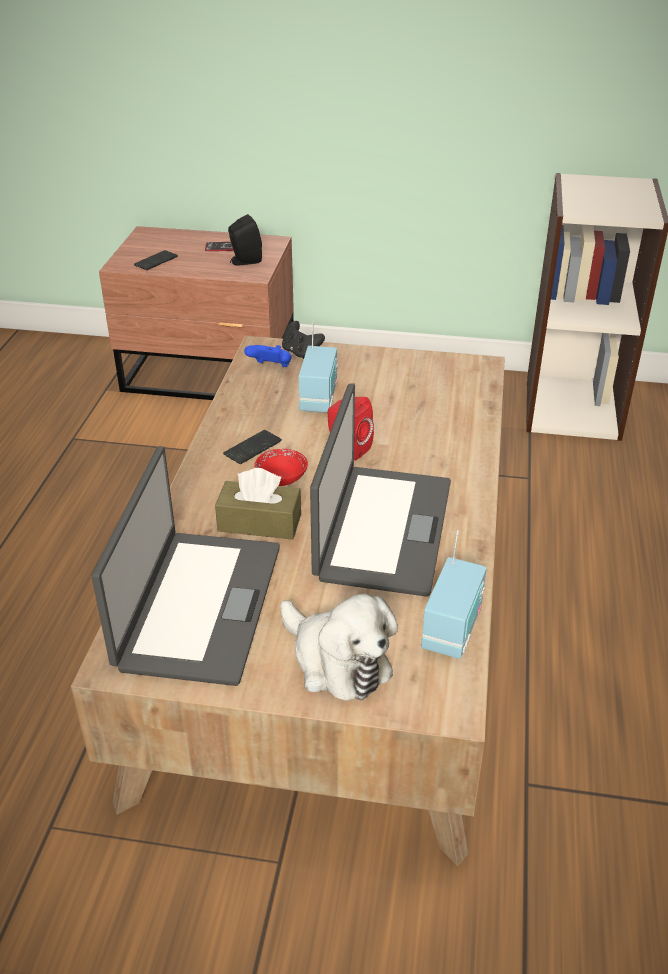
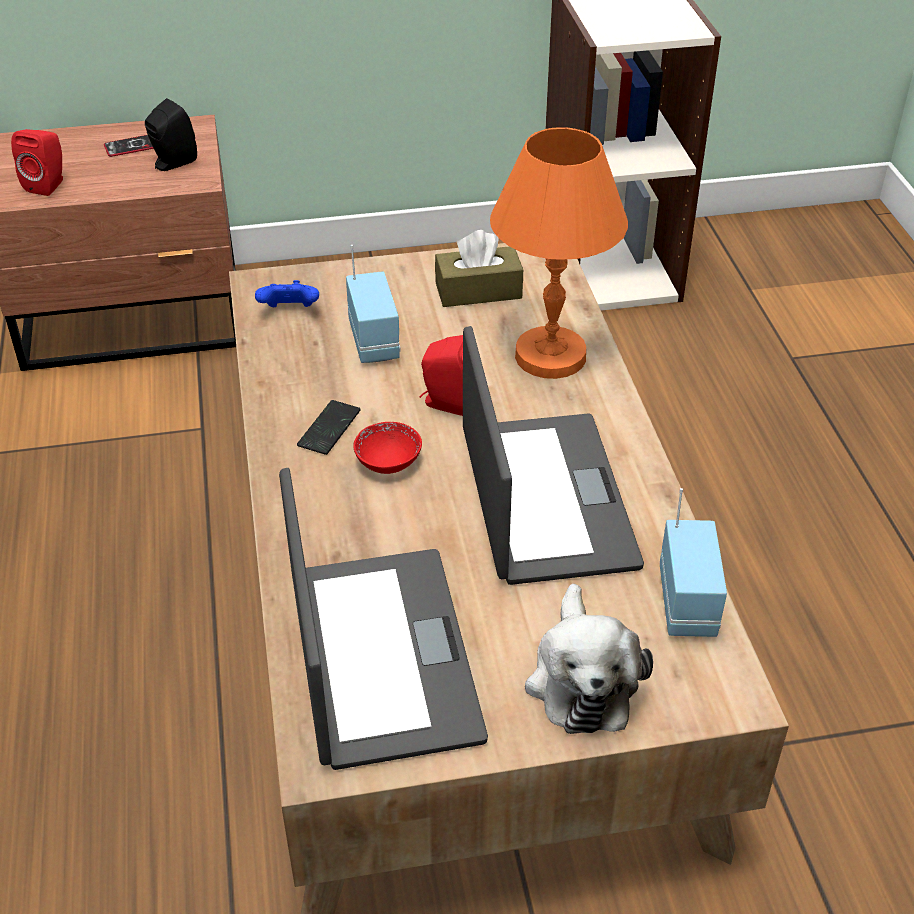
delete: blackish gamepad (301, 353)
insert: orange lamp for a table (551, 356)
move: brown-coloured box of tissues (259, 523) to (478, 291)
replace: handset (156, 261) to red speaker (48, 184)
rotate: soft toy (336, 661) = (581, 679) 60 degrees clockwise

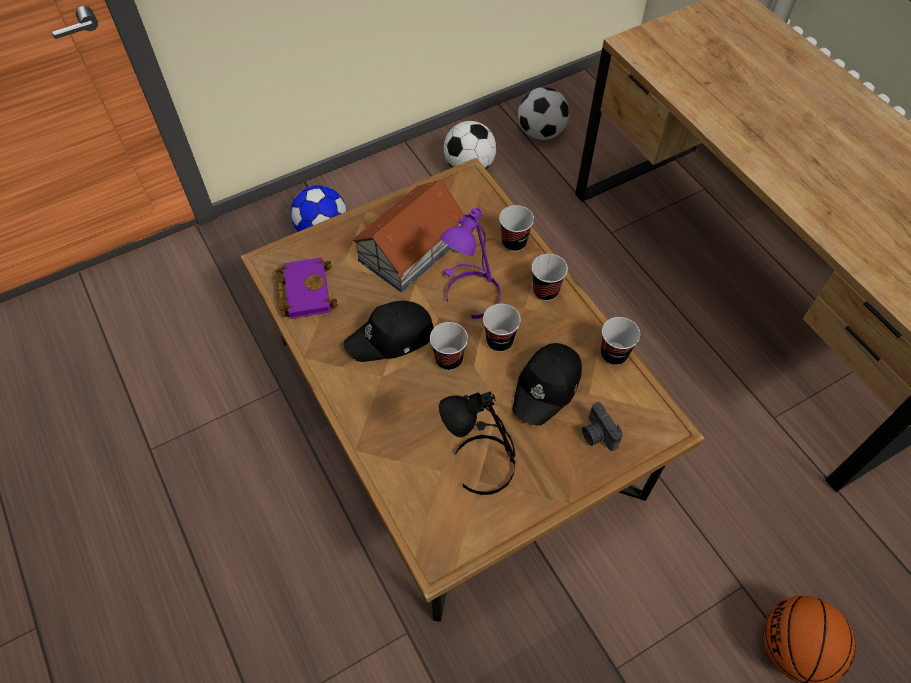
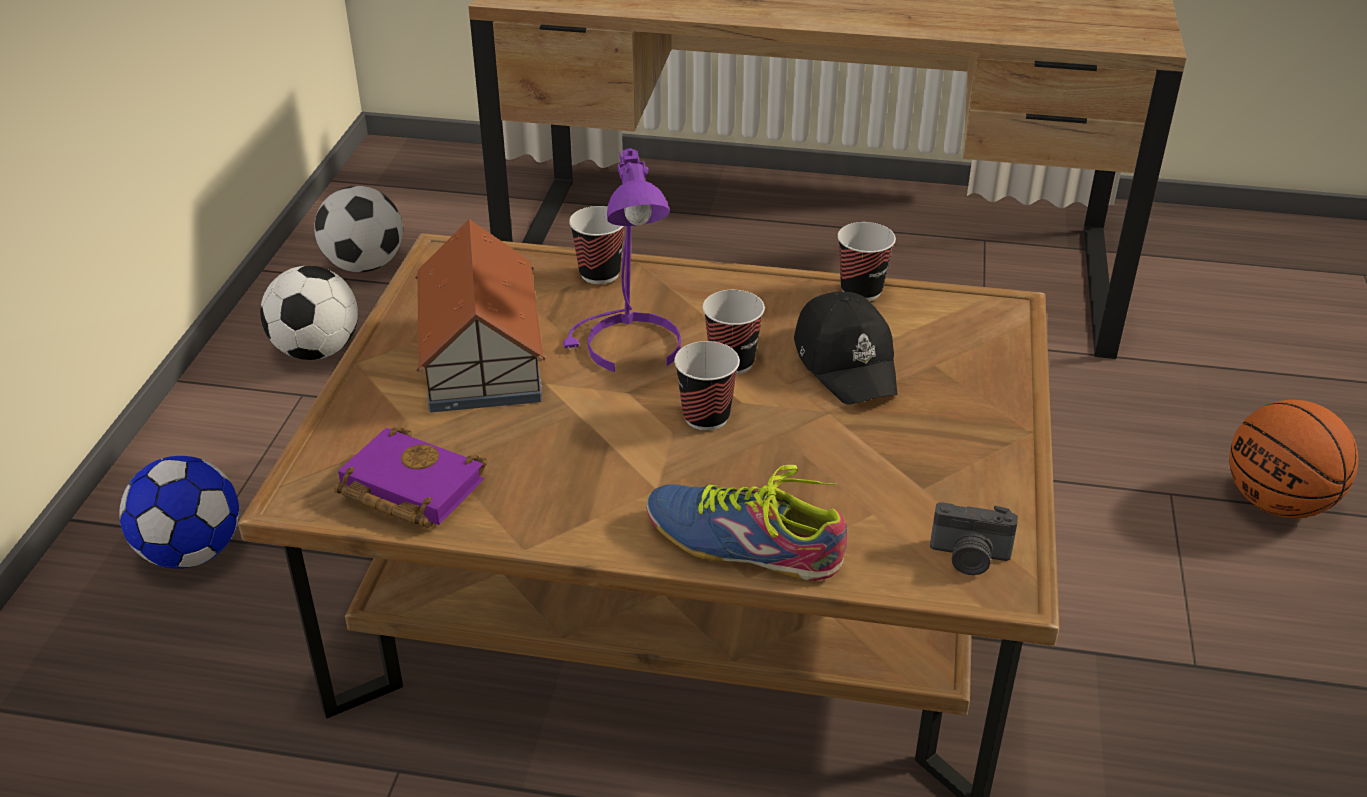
delete: blackish peaked cap (392, 337); blackish lamp for a table (482, 461); drinking cup (545, 291)
insert: shoe (744, 544)
move: photo camera (597, 434) to (969, 557)

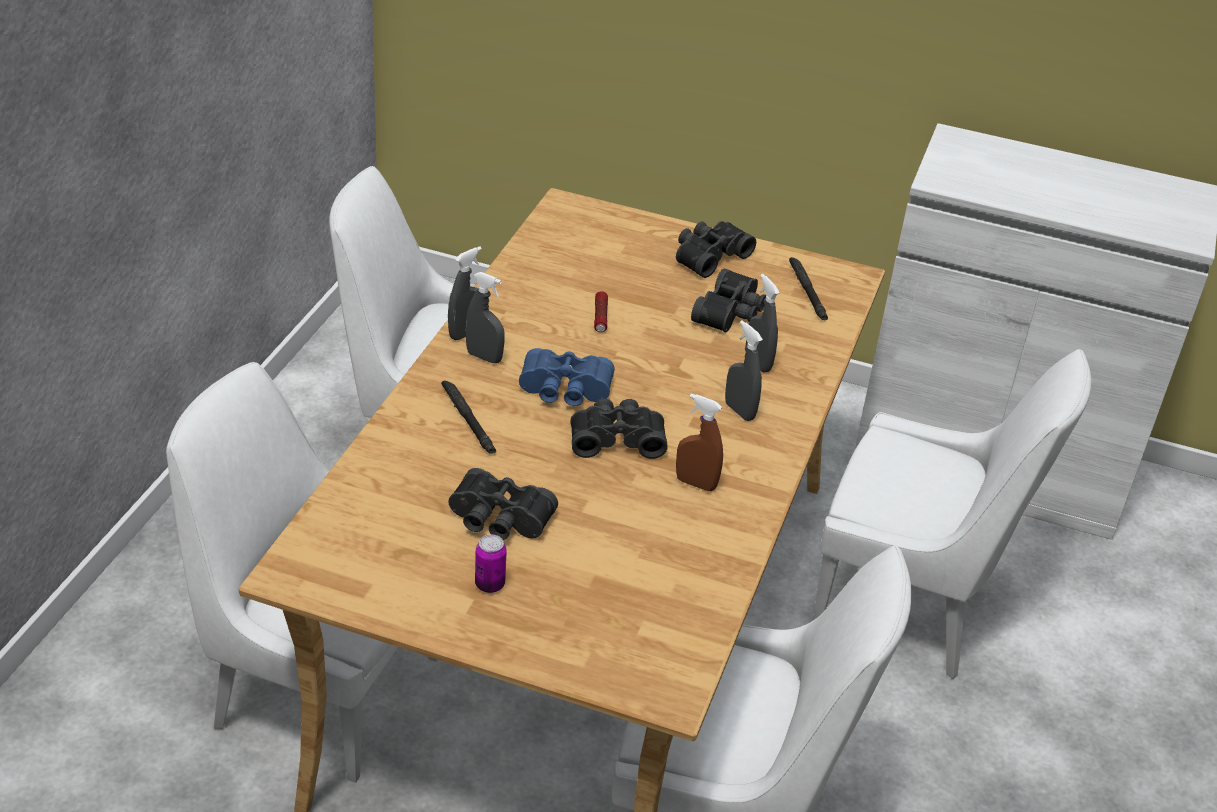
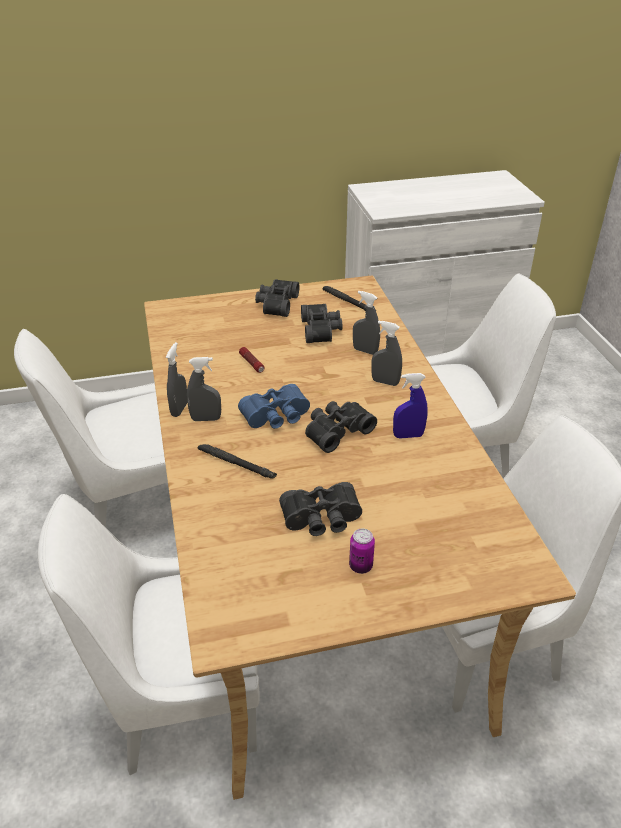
recolor: brown-coloured hand sprayer (696, 483) to bluish hand sprayer (408, 435)

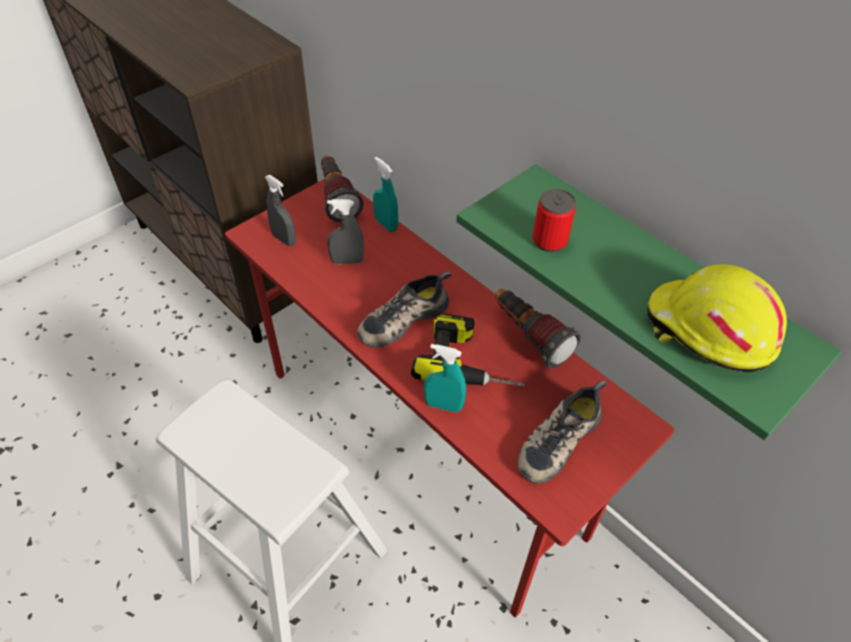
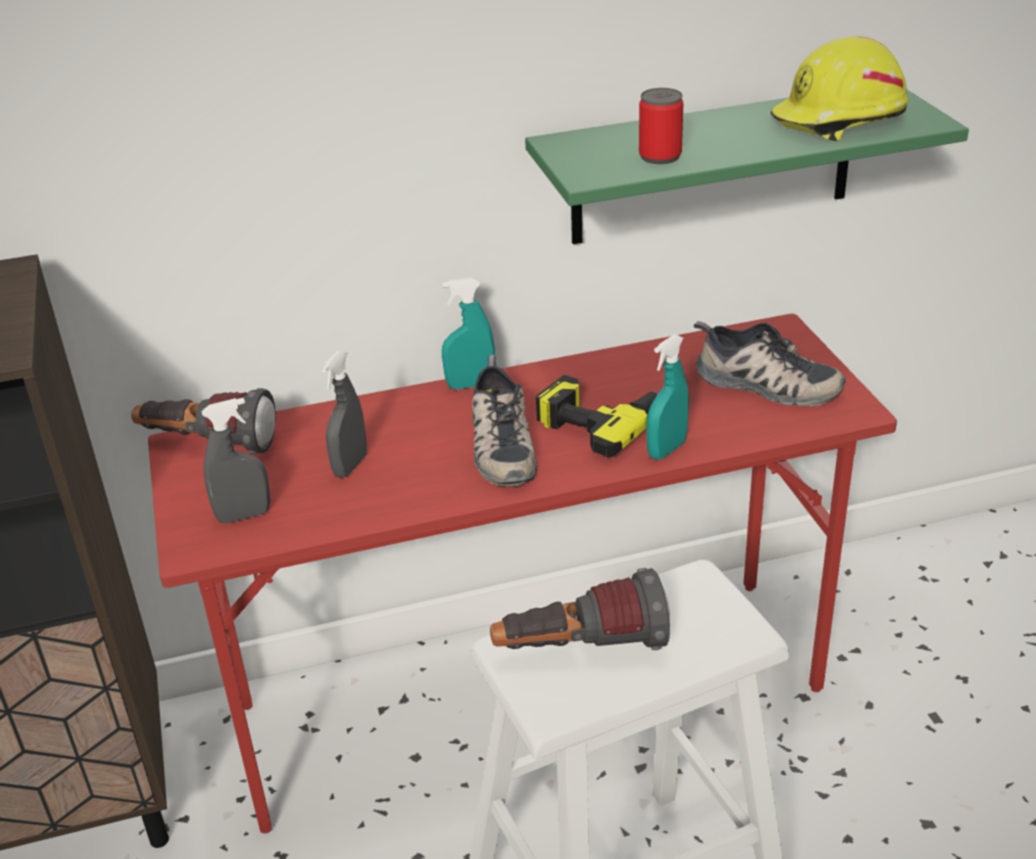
move: blue-green hand sprayer (386, 224) to (470, 385); torch (528, 336) to (580, 650)
rotate: shoe (557, 439) = (764, 385) 45 degrees counterclockwise

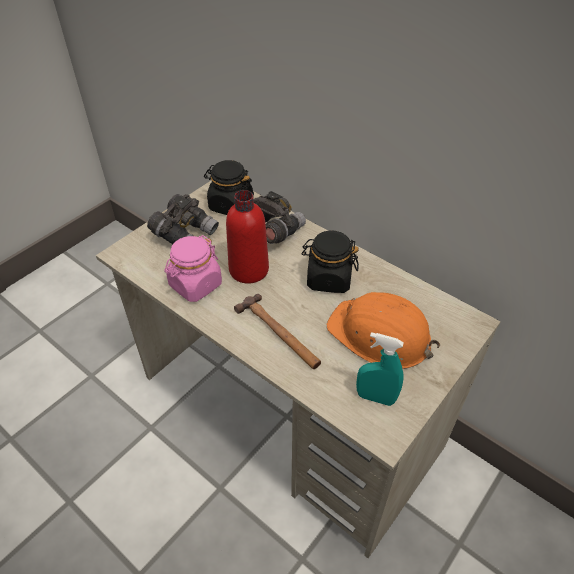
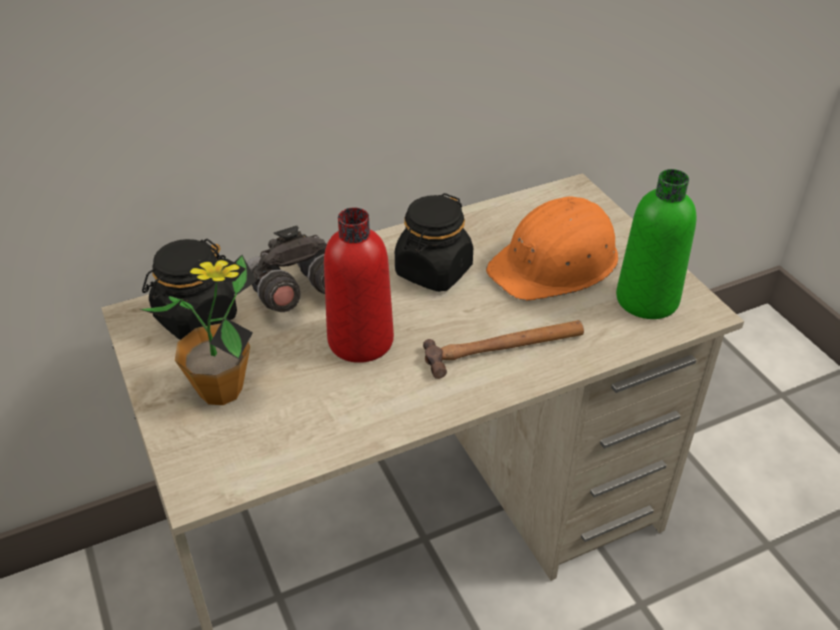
delete: pink-coloured storage jar (195, 285)
replace: gray binoculars (185, 234) to plant in a pot (221, 390); blue-green hand sprayer (375, 397) to green drink bottle (647, 299)

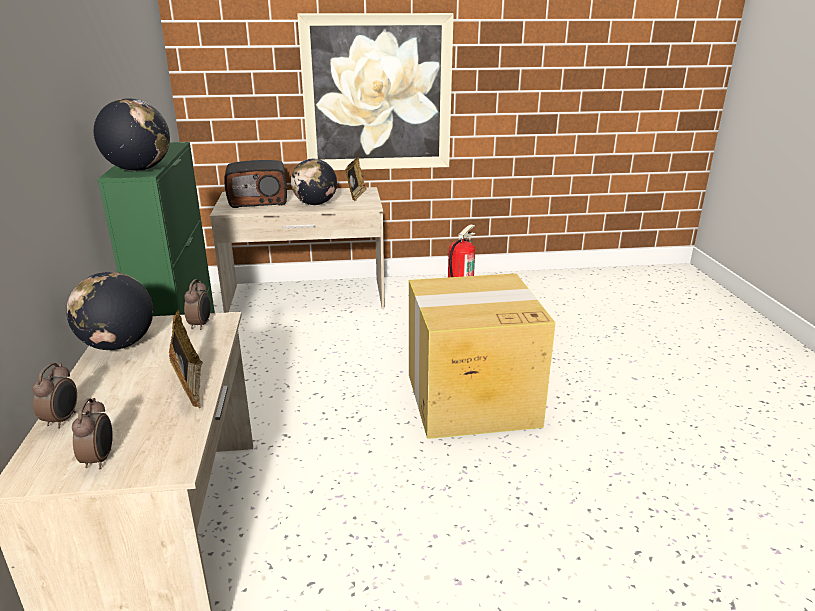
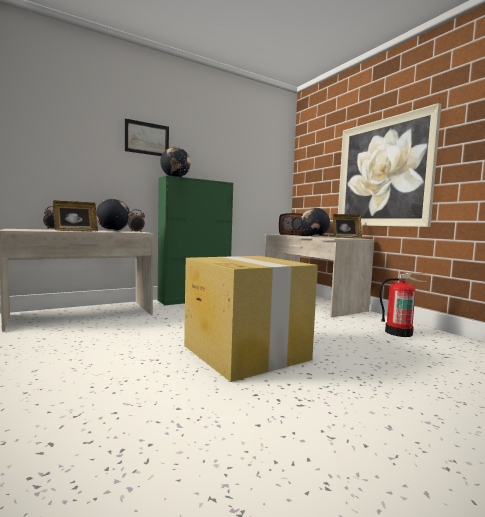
delete: bedside clock (100, 459)
insert: wall art (147, 138)

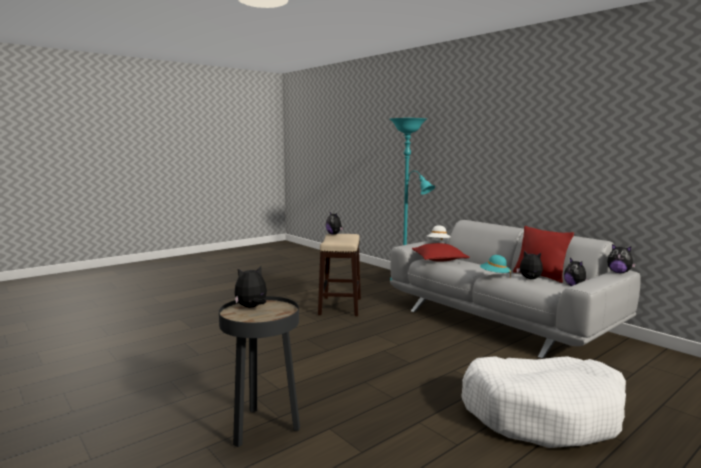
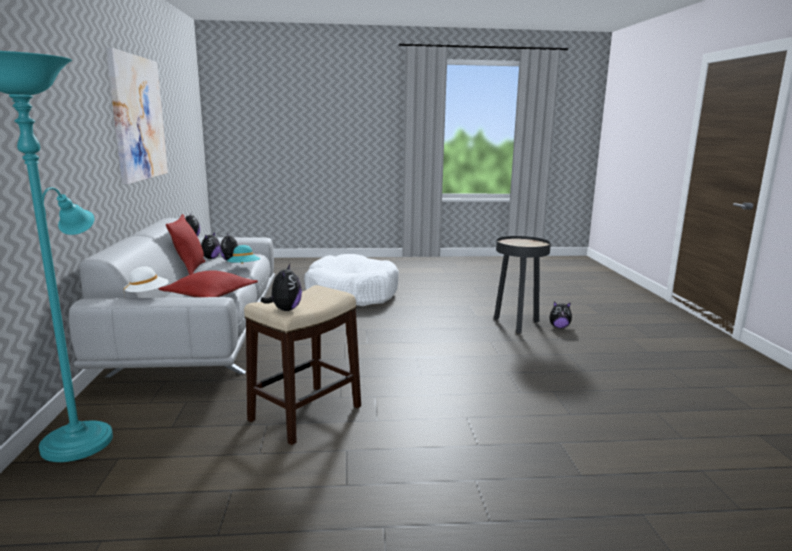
insert: wall art (138, 118)
move: soft toy (251, 307) to (559, 327)

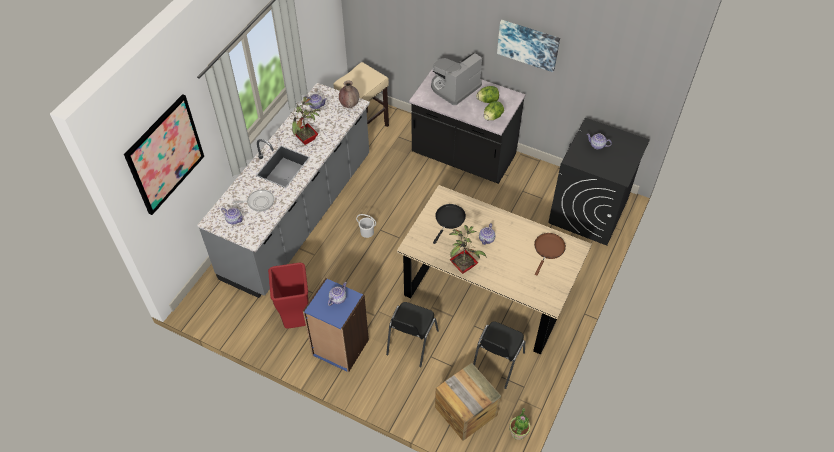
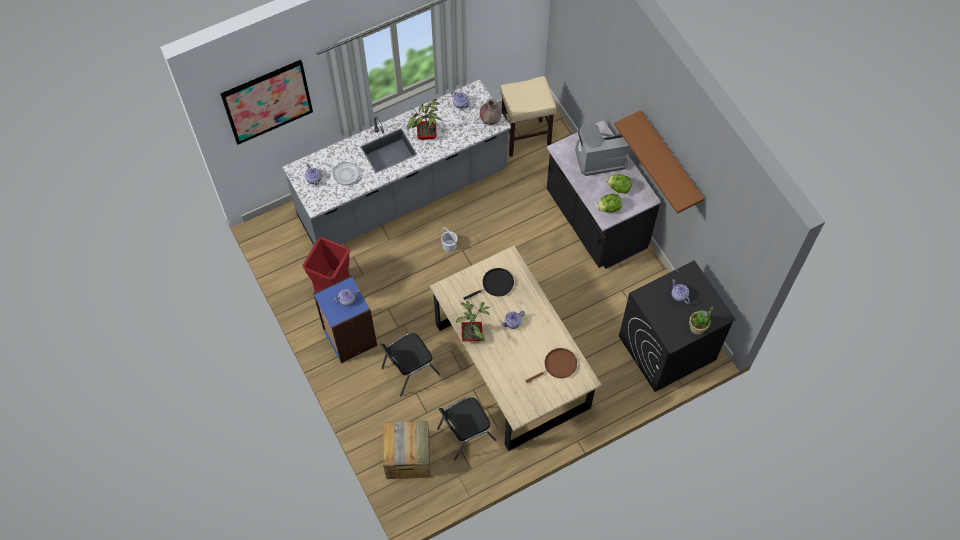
move: plant in a pot (518, 432) to (697, 327)
replace: wall art (528, 44) to brown-coloured shelf (670, 160)

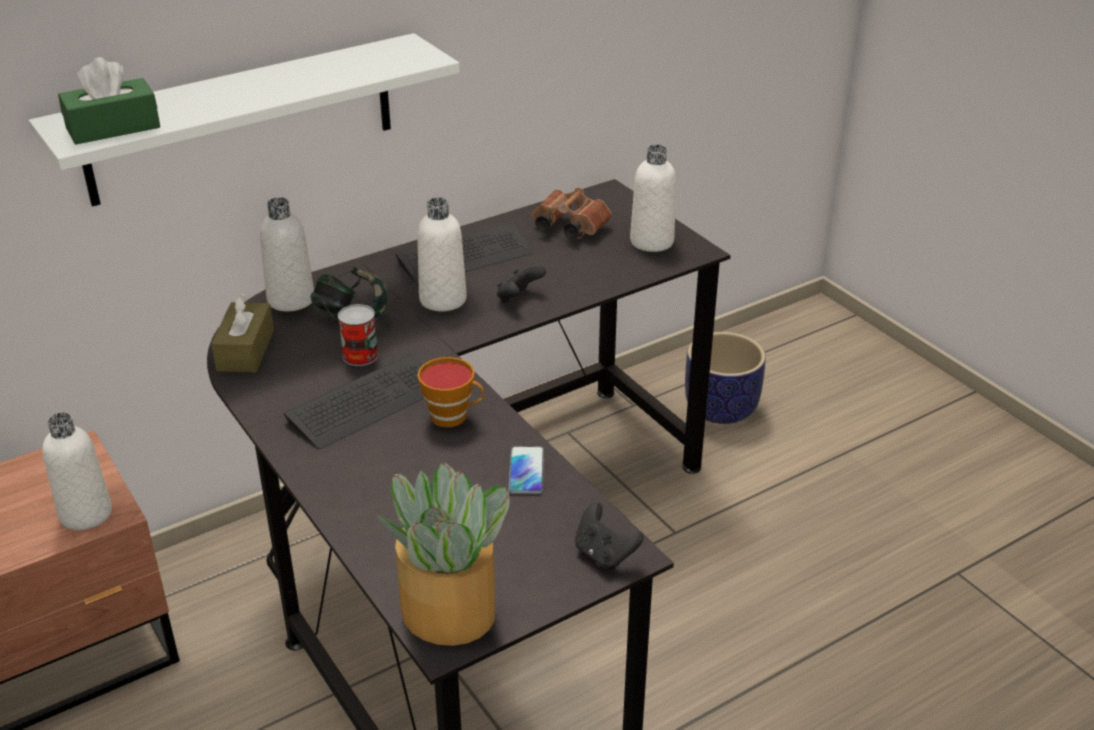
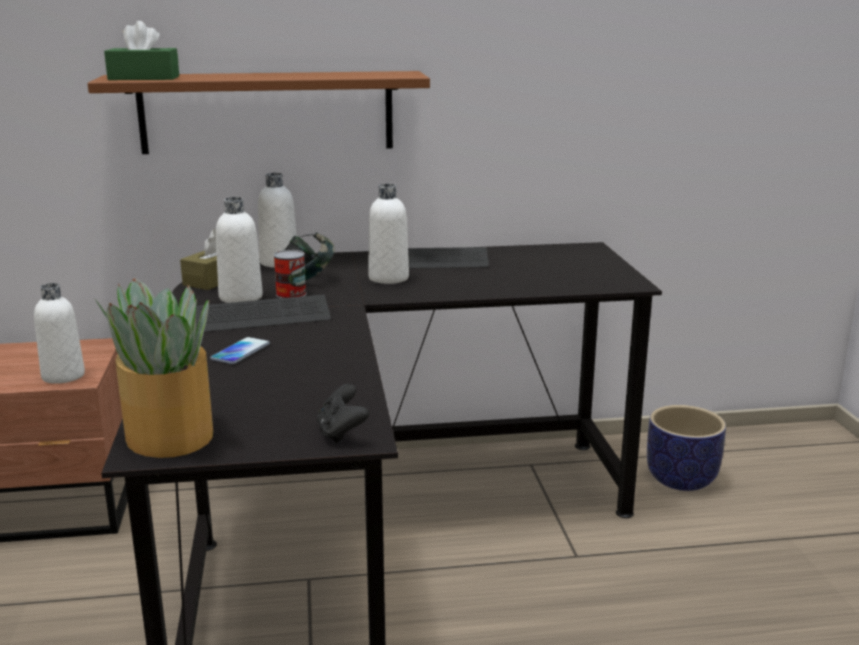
delete: drinking cup (453, 416); blackish gamepad (519, 298); brown-coloured binoculars (567, 227)
move: handset (526, 471) to (240, 352); white drink bottle (651, 241) to (241, 297)
recolor: white shelf (241, 119) to brown-coloured shelf (267, 112)

